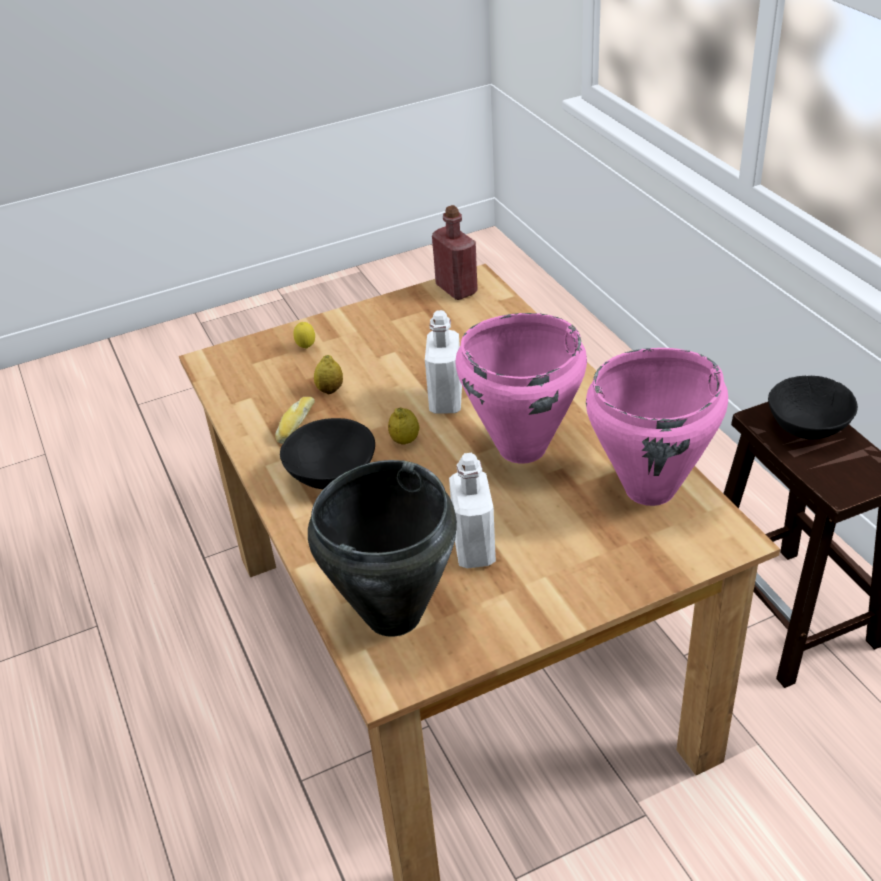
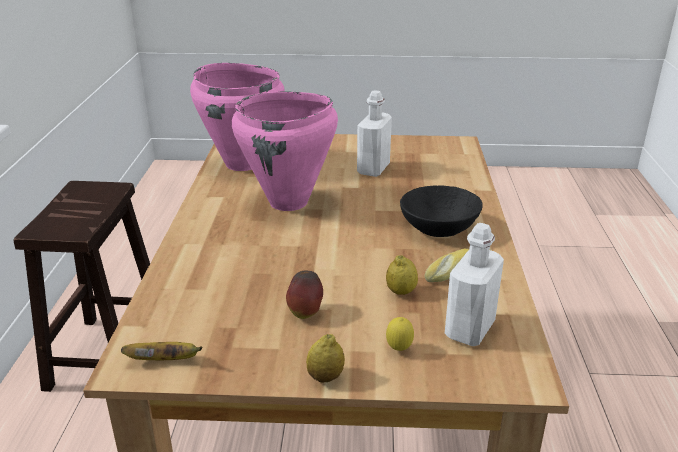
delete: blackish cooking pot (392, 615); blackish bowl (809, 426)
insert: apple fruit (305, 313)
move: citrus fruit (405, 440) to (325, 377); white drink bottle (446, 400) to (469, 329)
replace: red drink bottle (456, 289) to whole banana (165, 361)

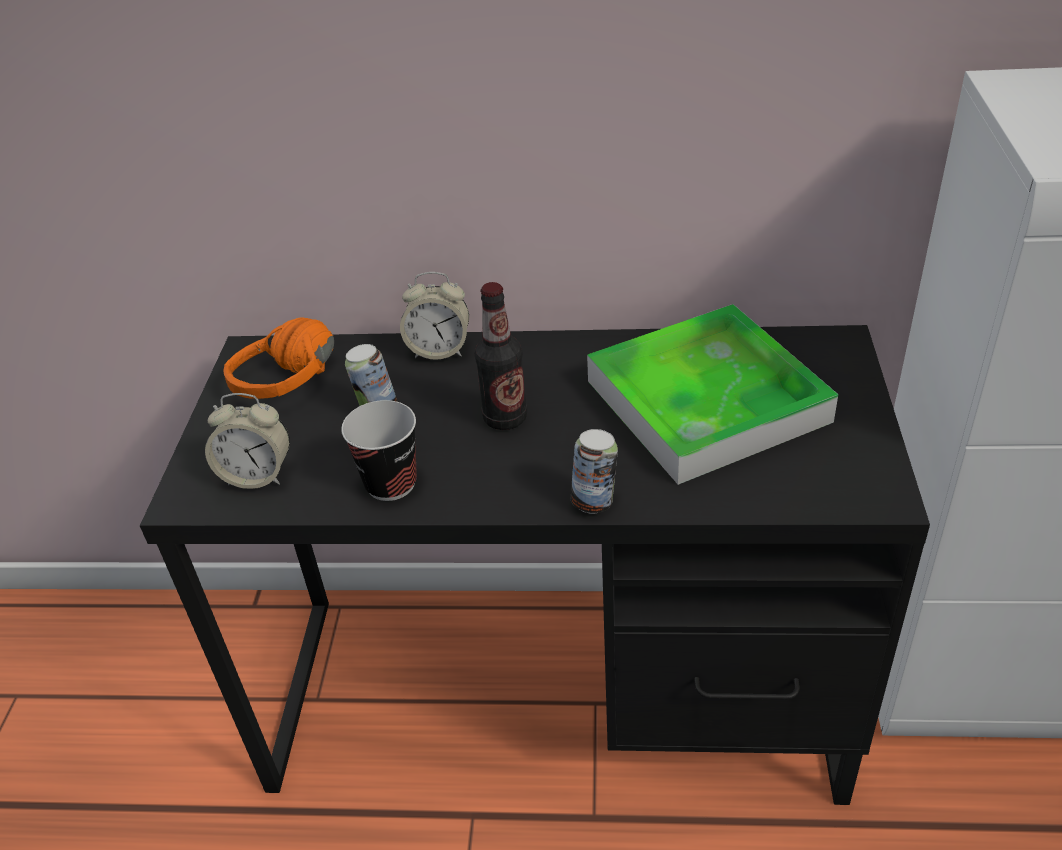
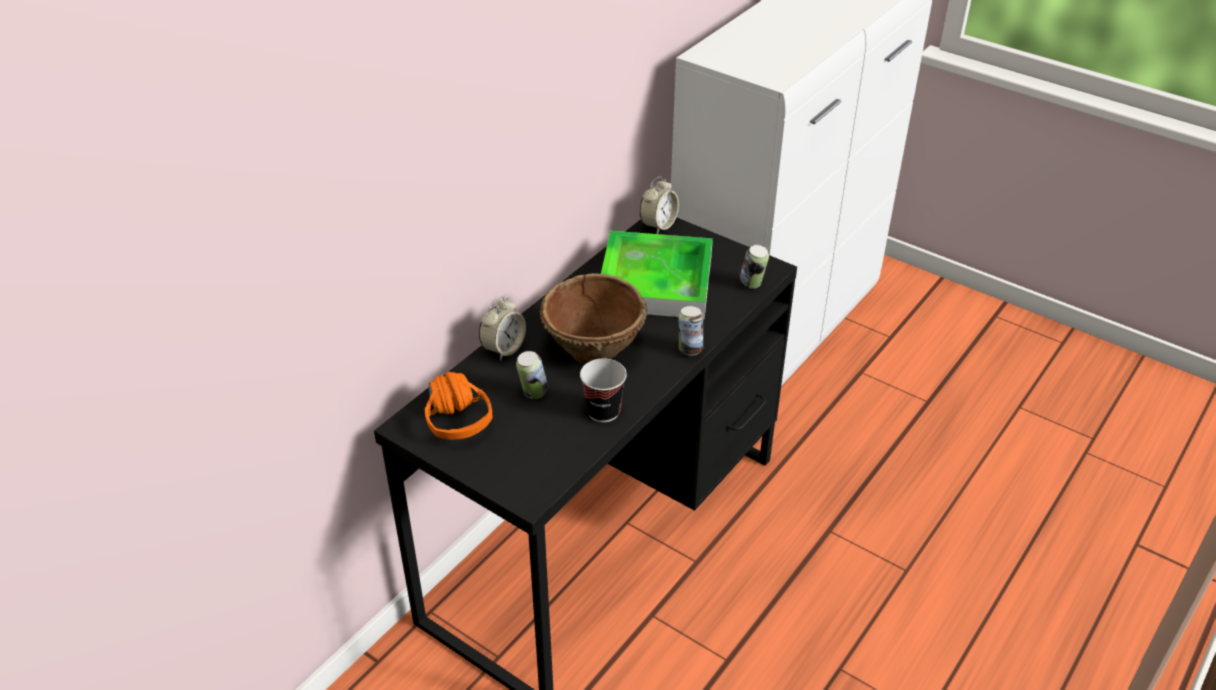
insert: can (752, 285)
move: bedside clock (257, 475) to (658, 225)
replace: drink bottle (505, 418) to brown-coloured bowl (594, 350)

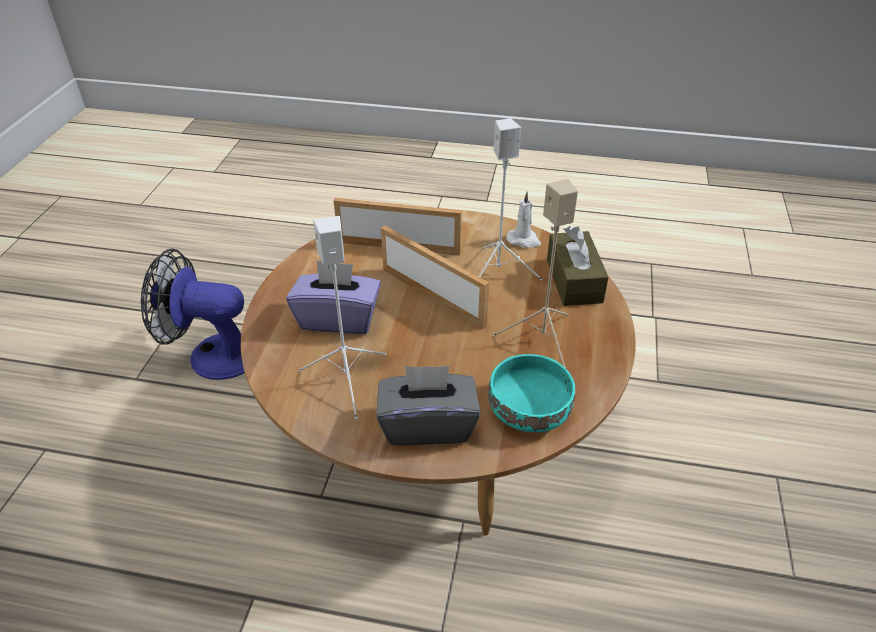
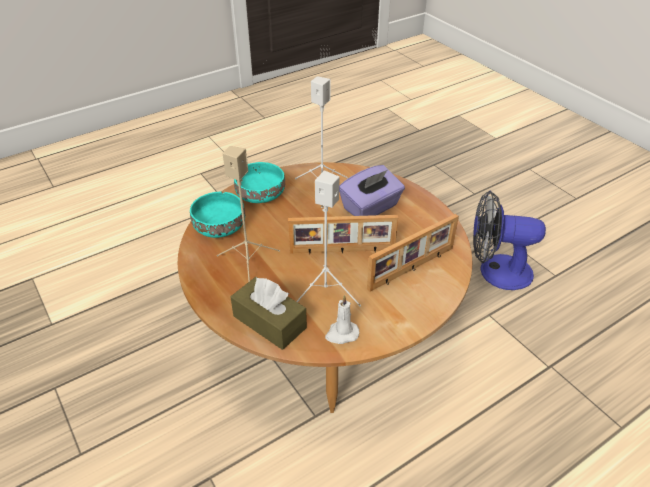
replace: gray box of tissues (428, 425) to blue-green bowl (260, 194)
rotate: fan (212, 355) = (496, 271) 135 degrees counterclockwise

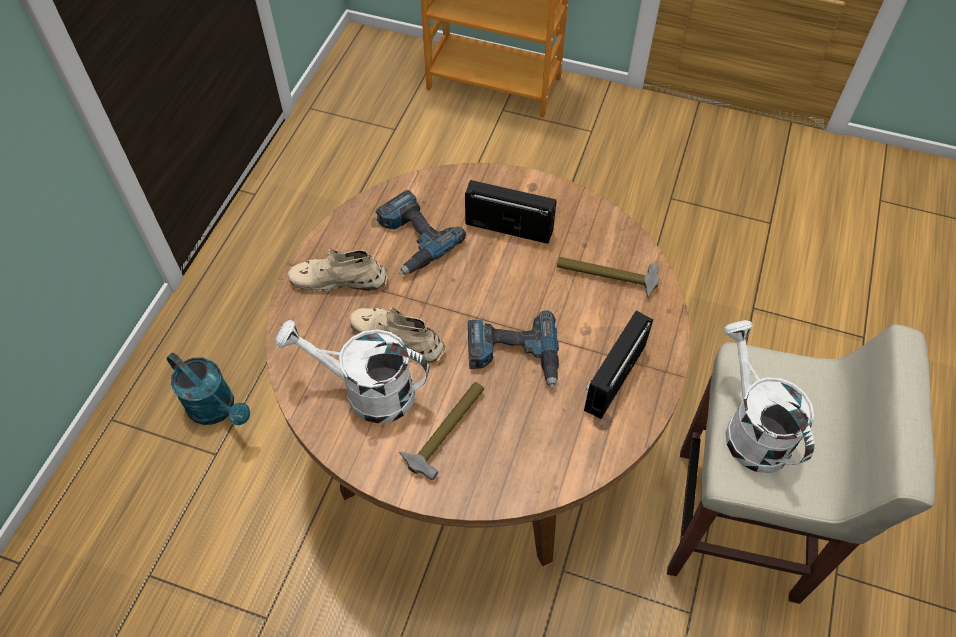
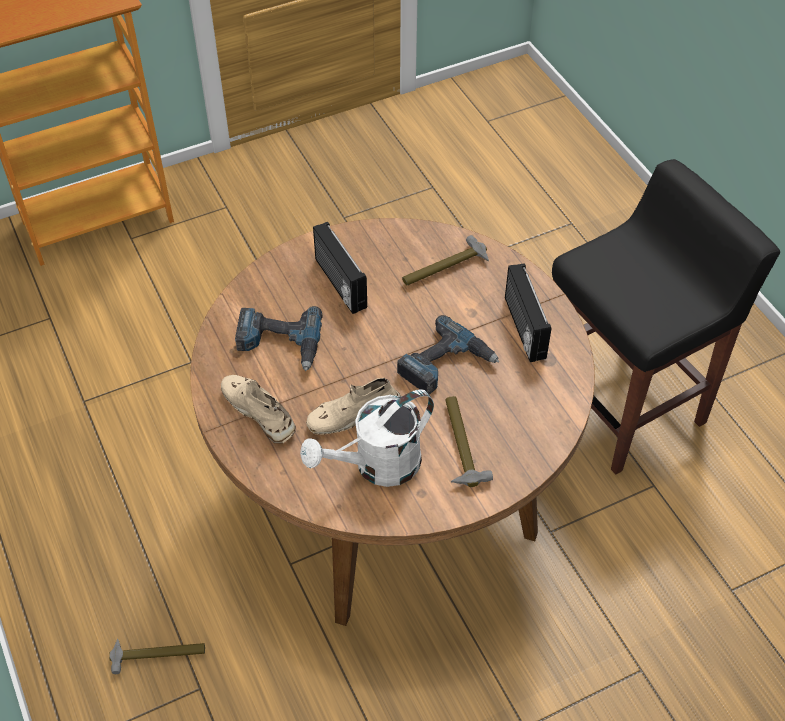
delete: white watering can (750, 428)
replace: blue-green watering can (217, 409) to hammer (158, 655)
recolor: sand-coloured sitting stool (740, 524) to blackish sitting stool (624, 405)
rotate: sand-coloured shoe (339, 279) = (259, 412) 90 degrees clockwise; radio set (509, 226) = (339, 284) 90 degrees counterclockwise

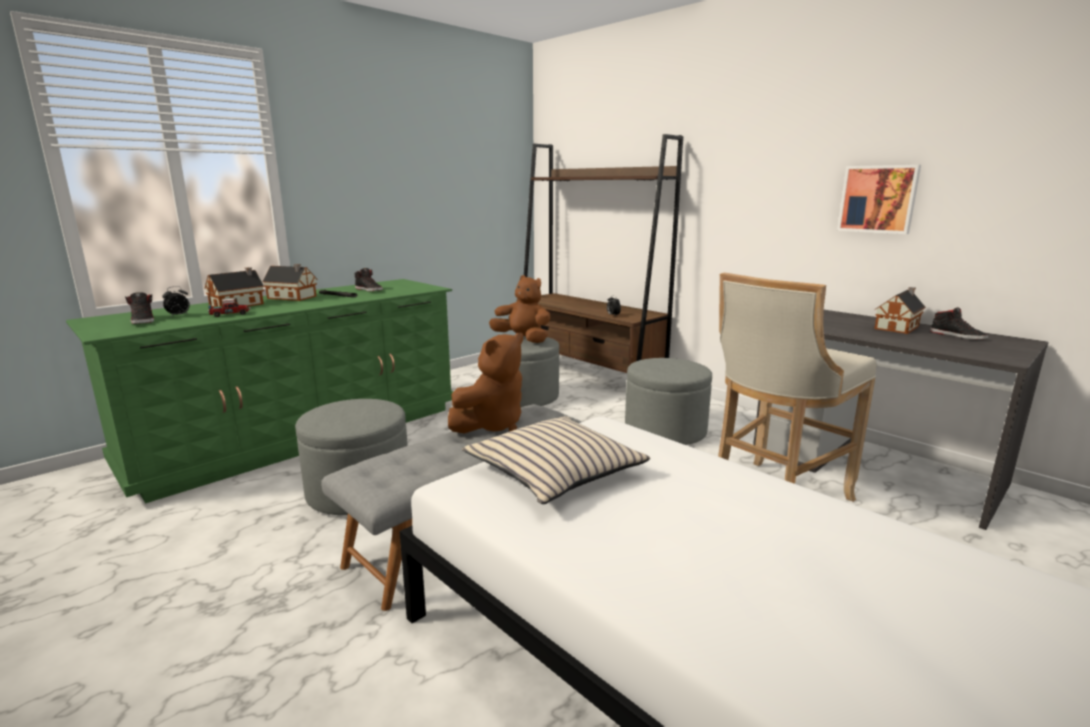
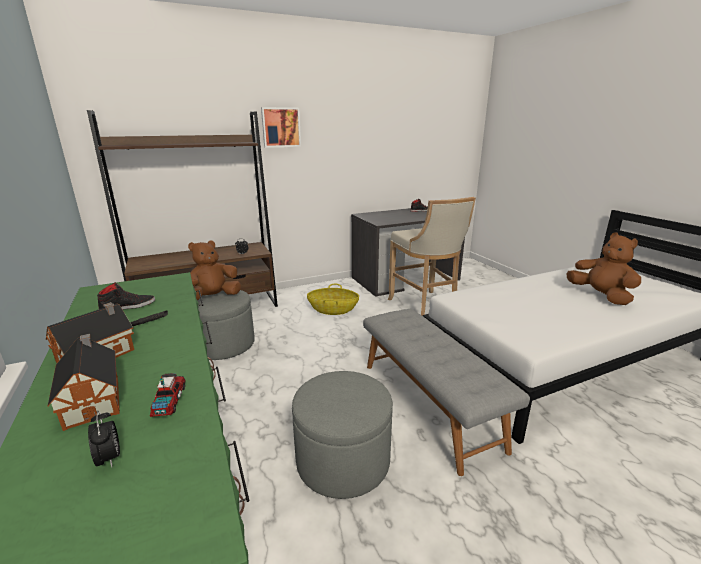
delete: blackish shoe (143, 321); sand-coloured throw pillow (555, 472); miniature house (898, 327)
move: brown-coloured soft toy (491, 425) to (600, 296); wall art (878, 199) to (281, 127)
replace: gray pouffe (665, 431) to basket (333, 310)

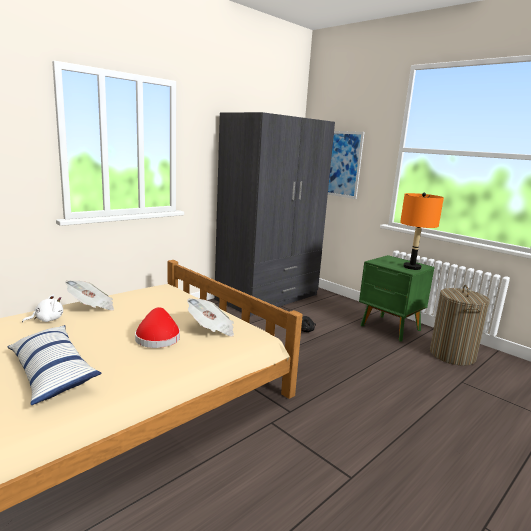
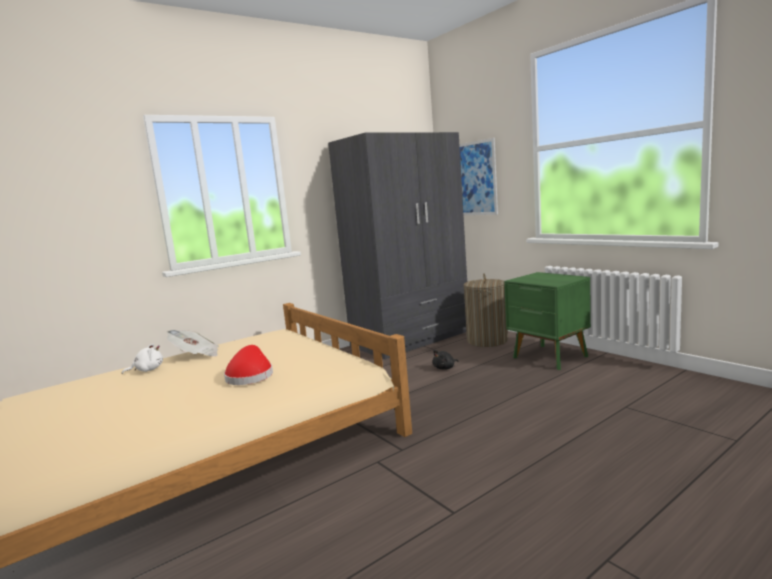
delete: throw pillow (52, 372); daily paper (211, 329); orange lamp for a table (412, 267)
move: hamper (452, 355) to (487, 340)

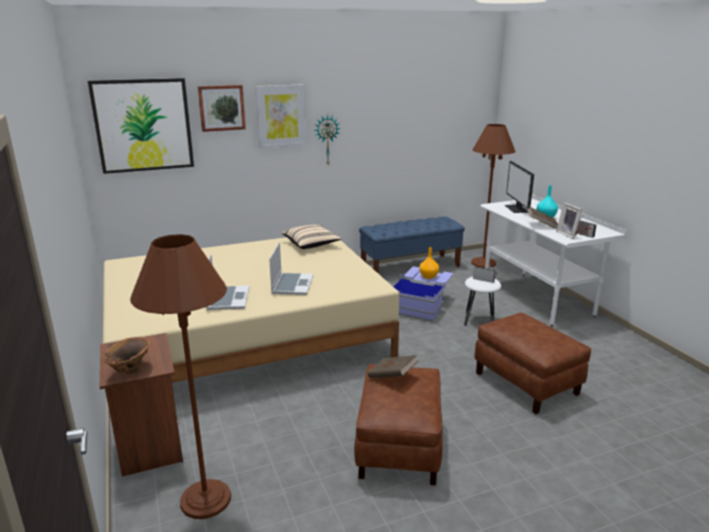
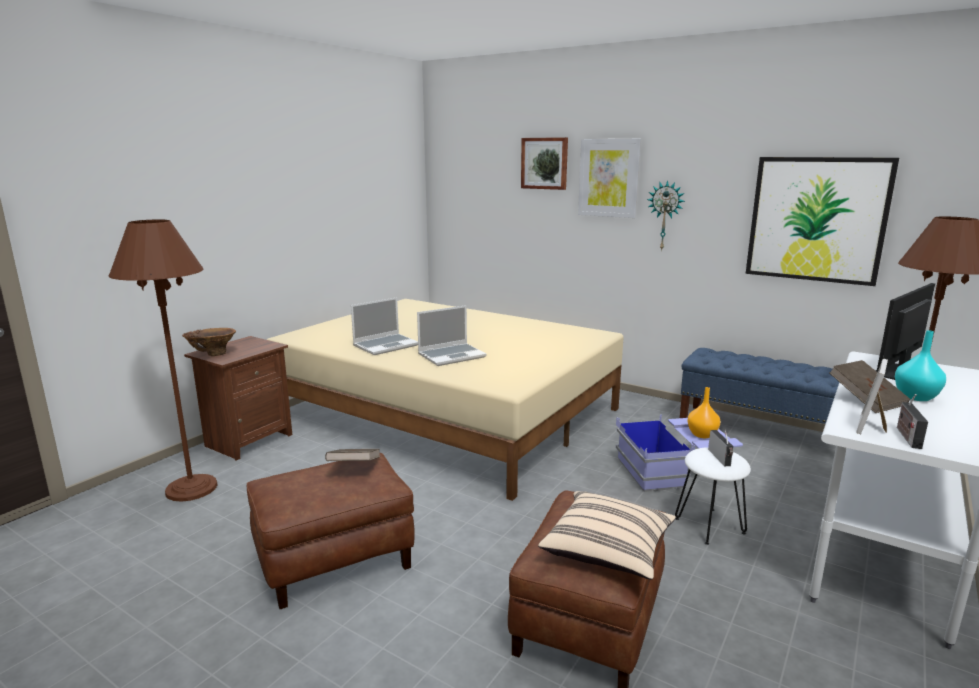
move: wall art (143, 125) to (817, 219); sand-coloured throw pillow (311, 245) to (607, 551)

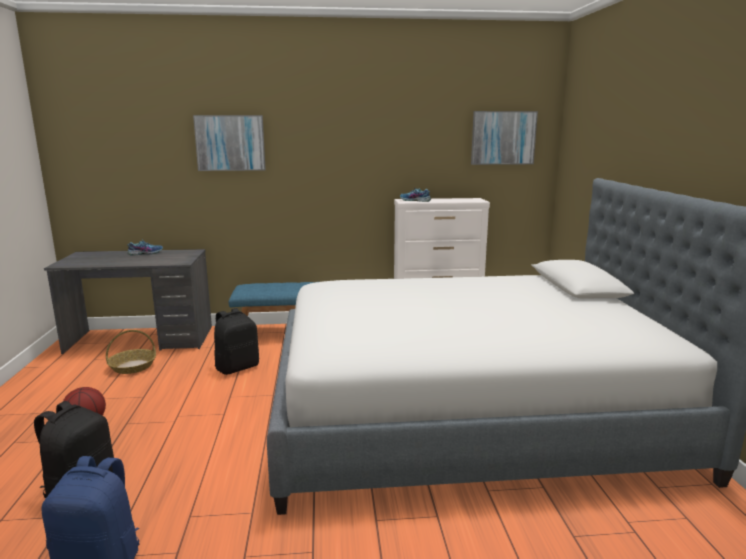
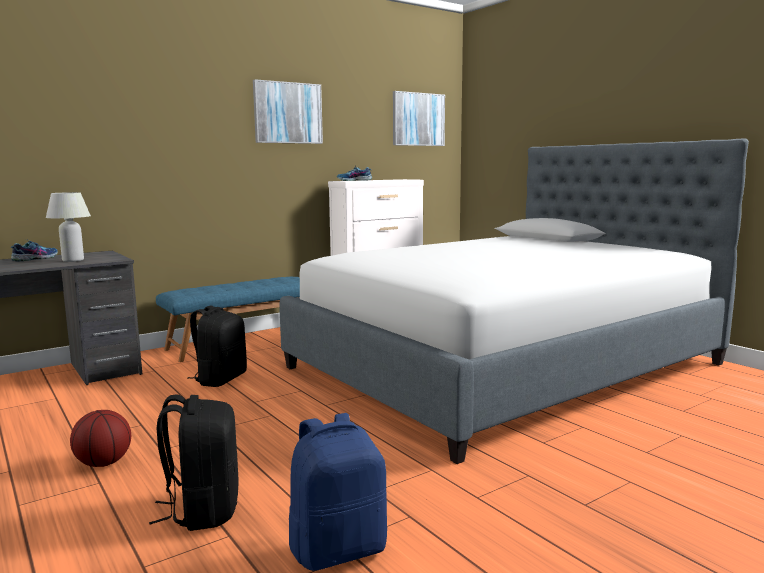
delete: basket (133, 366)
insert: white lamp for a table (73, 260)
move: wall art (230, 143) to (288, 113)

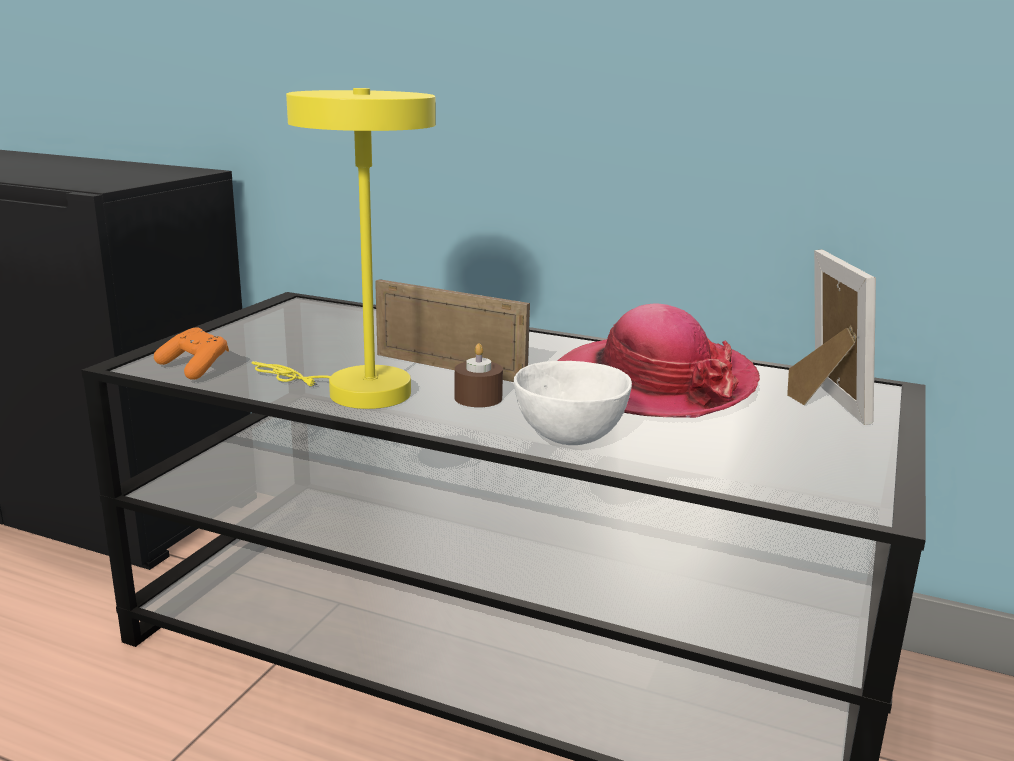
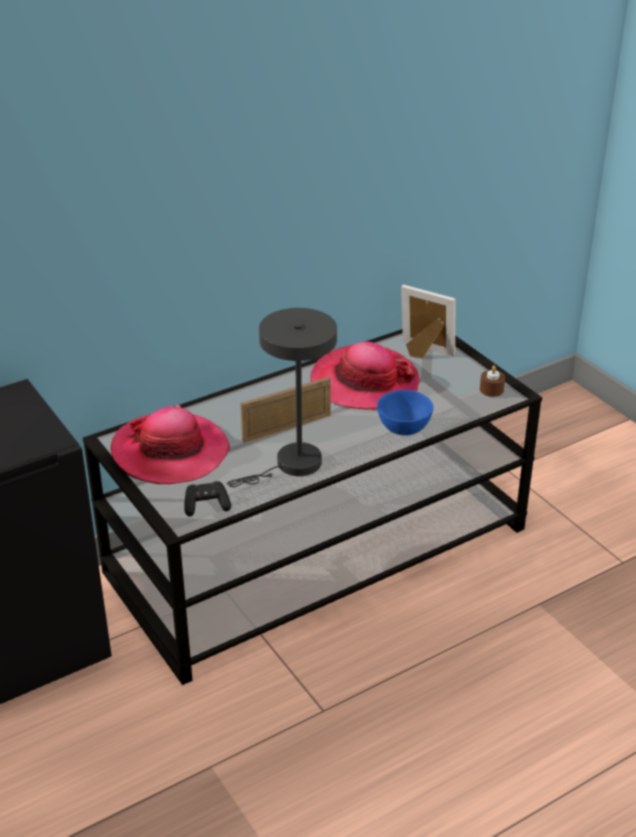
insert: clothing hat (170, 452)
move: brown-coloured candle (478, 398) to (491, 389)
recolor: orange gamepad (195, 367) to blackish gamepad (206, 505); yellow-coloured lamp for a table (356, 391) to gray lamp for a table (292, 466); white bowl (569, 439) to bluish bowl (404, 430)

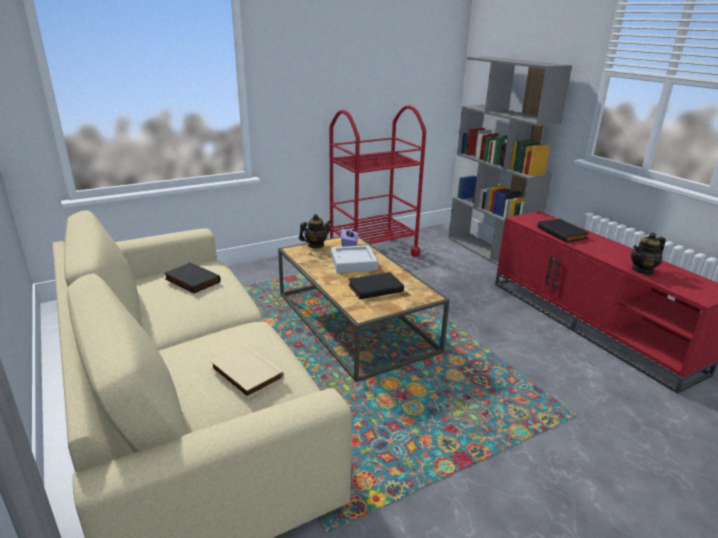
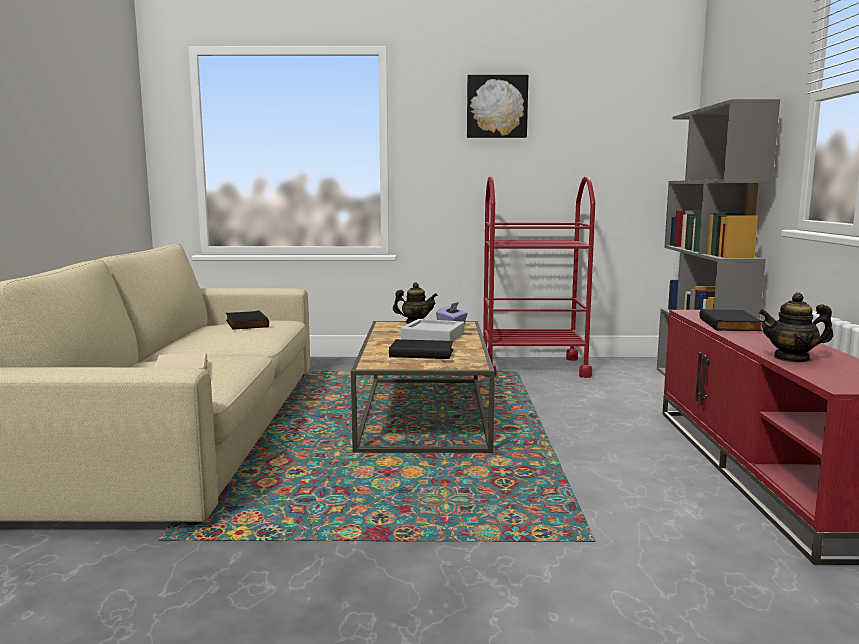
insert: wall art (496, 107)

